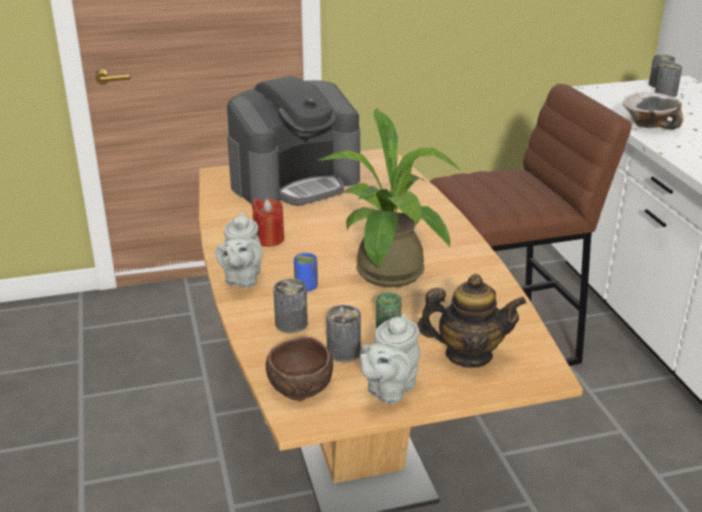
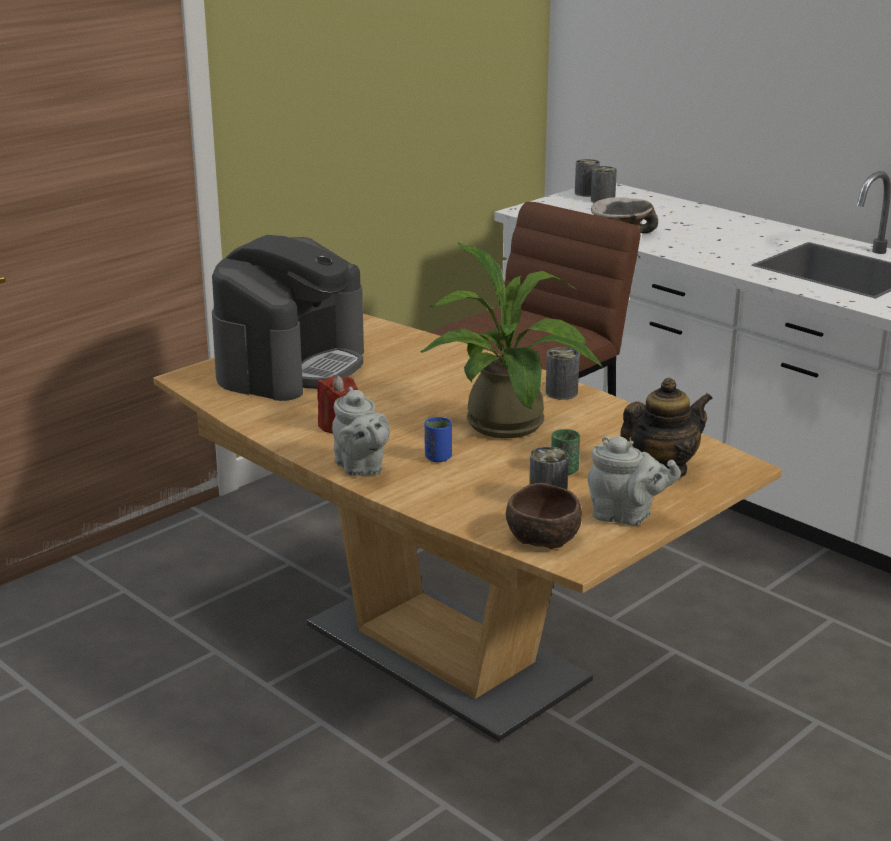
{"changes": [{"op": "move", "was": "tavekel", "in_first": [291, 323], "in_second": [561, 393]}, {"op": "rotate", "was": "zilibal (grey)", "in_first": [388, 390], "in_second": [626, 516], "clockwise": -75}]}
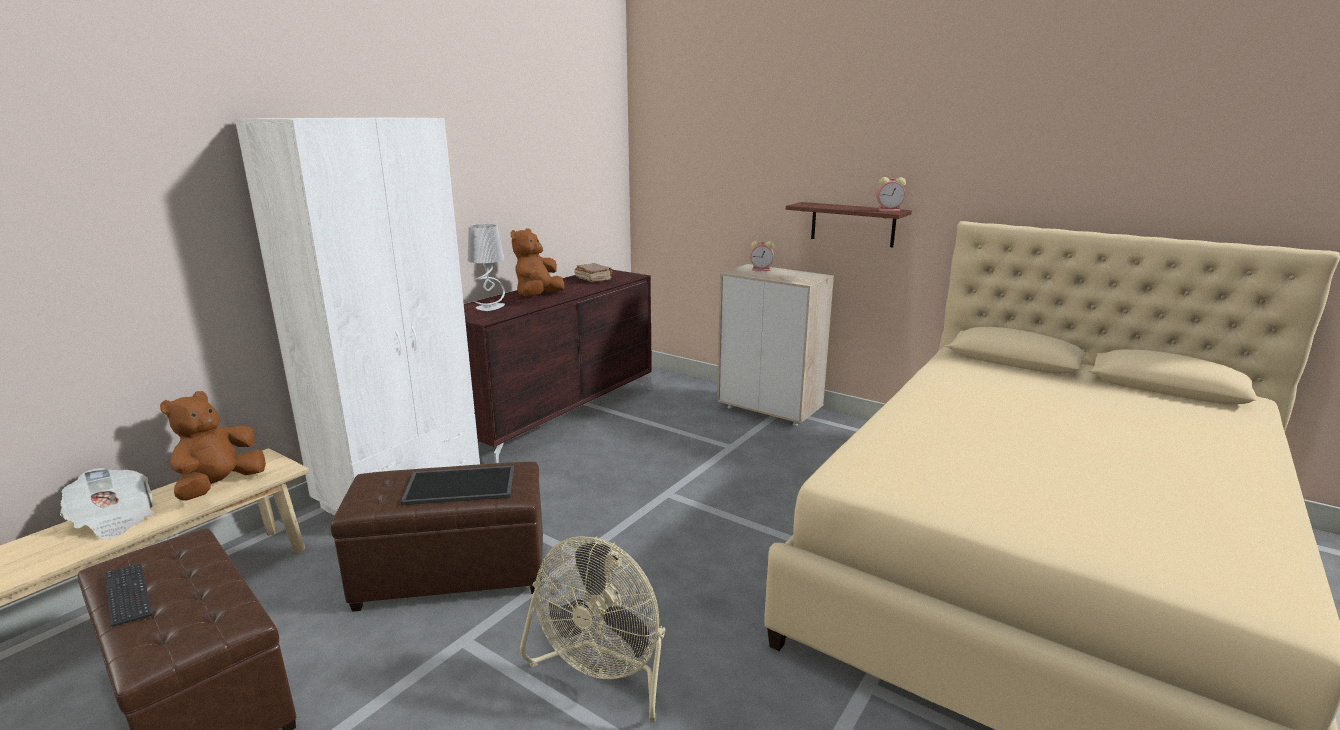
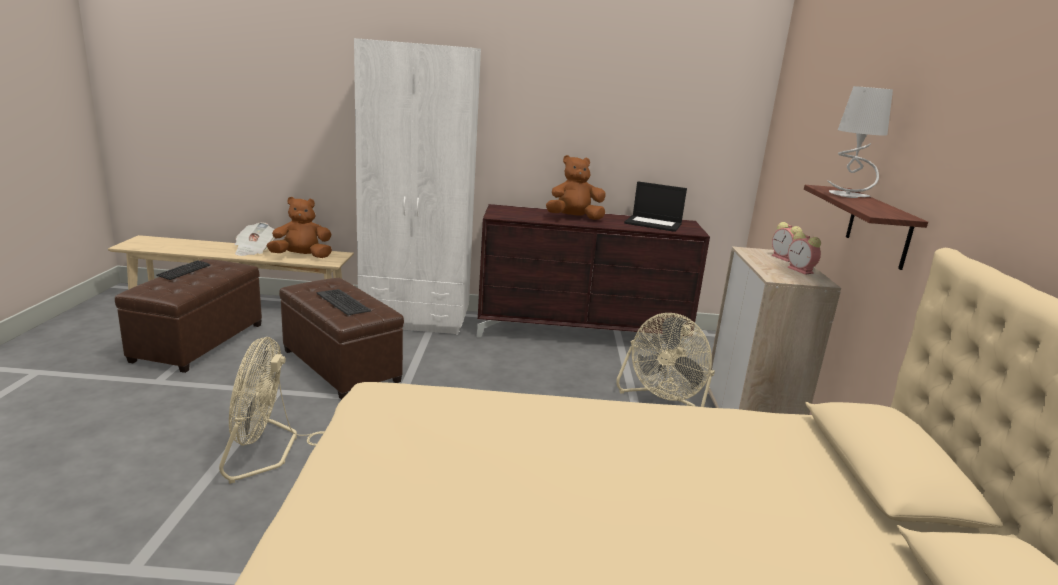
{"changes": [{"op": "replace", "was": "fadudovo", "now": "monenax", "in_first": [461, 485], "in_second": [343, 302]}, {"op": "move", "was": "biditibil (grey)", "in_first": [491, 308], "in_second": [848, 195]}, {"op": "replace", "was": "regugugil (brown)", "now": "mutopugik", "in_first": [593, 279], "in_second": [654, 223]}, {"op": "move", "was": "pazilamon", "in_first": [890, 210], "in_second": [801, 270]}, {"op": "insert", "now": "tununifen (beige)", "in_second": [664, 402]}]}
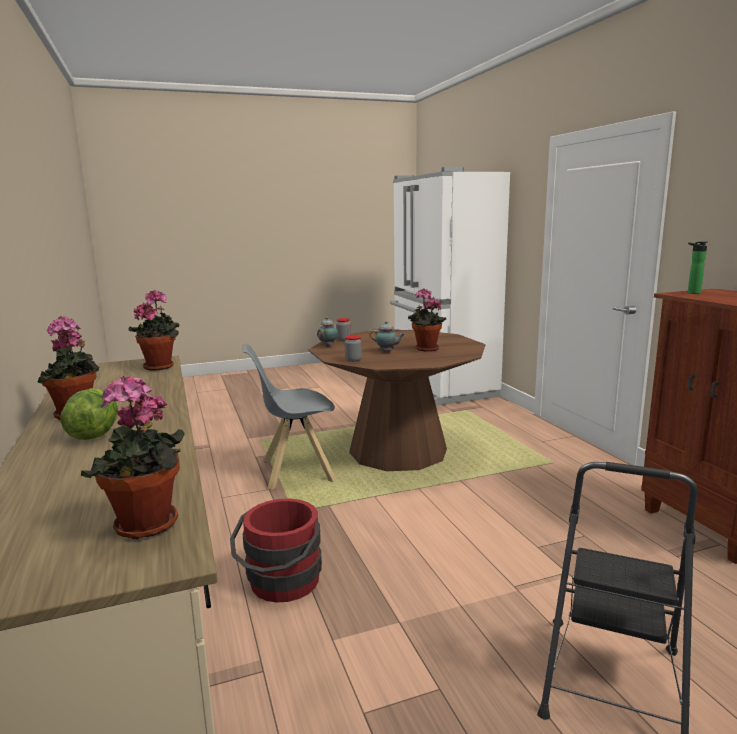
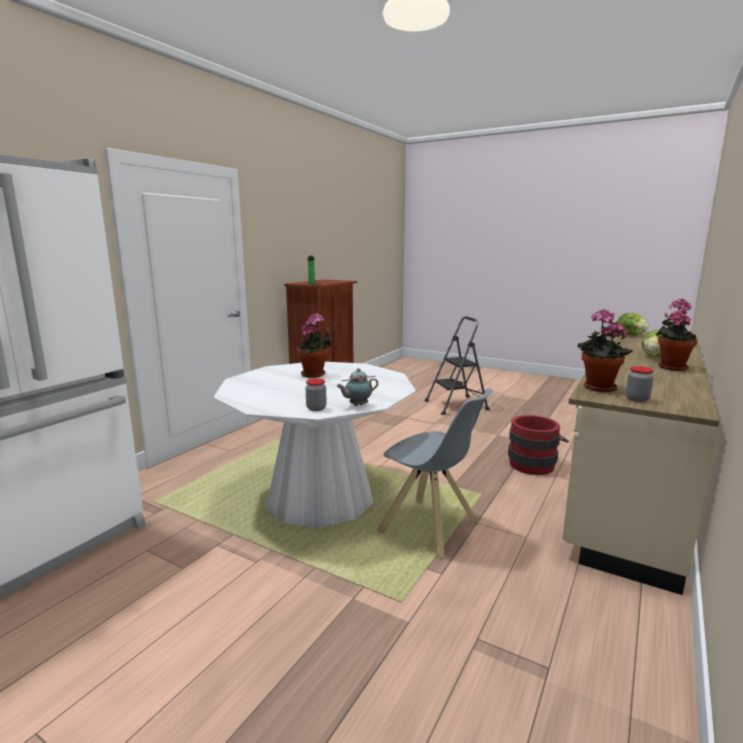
{"changes": [{"op": "replace", "was": "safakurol", "now": "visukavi", "in_first": [146, 527], "in_second": [630, 335]}, {"op": "recolor", "was": "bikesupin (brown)", "now": "bikesupin (white)", "in_first": [398, 451], "in_second": [320, 498]}, {"op": "move", "was": "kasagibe", "in_first": [353, 360], "in_second": [637, 399]}, {"op": "delete", "was": "zilibal", "in_first": [387, 352]}]}
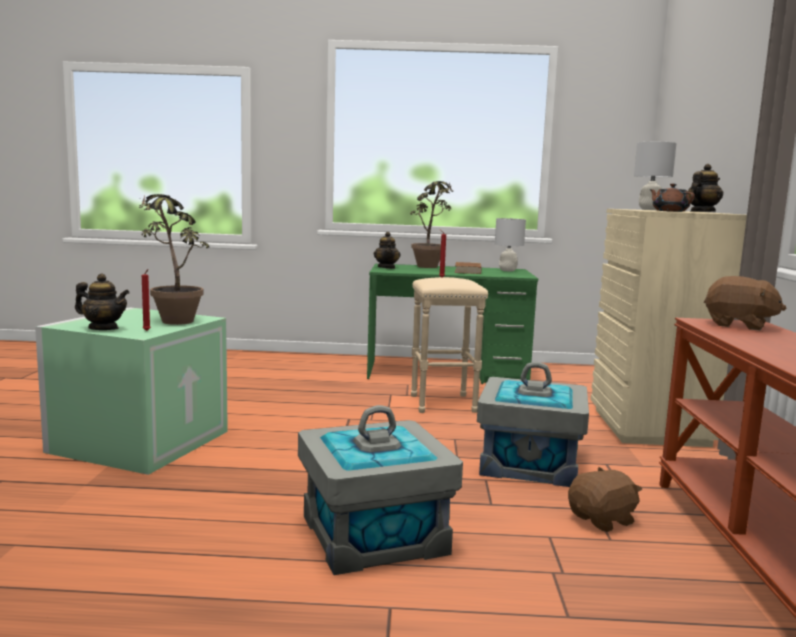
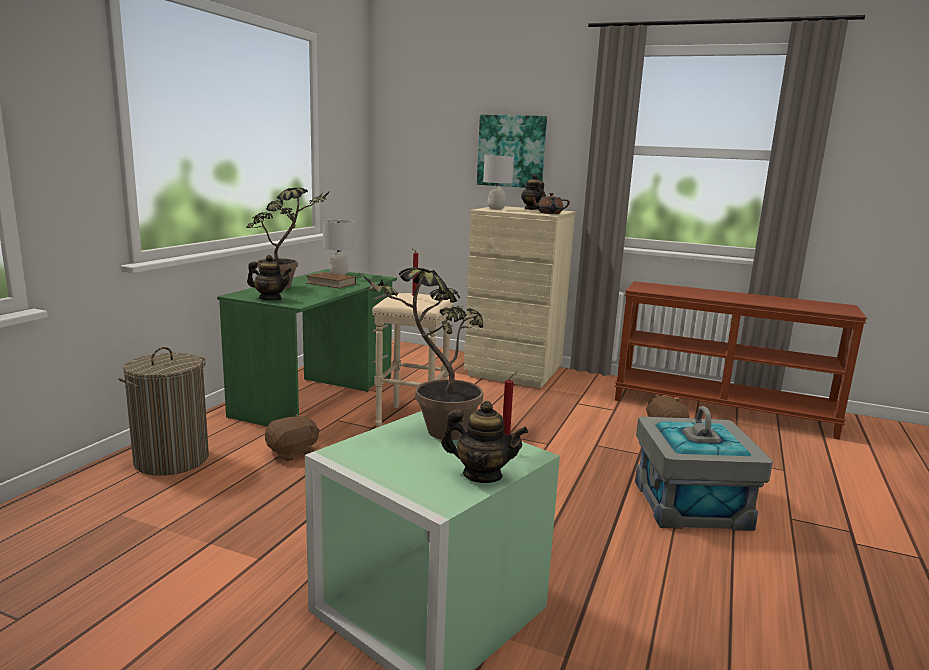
{"changes": [{"op": "rotate", "was": "zilibal", "in_first": [103, 328], "in_second": [482, 475], "clockwise": 75}, {"op": "delete", "was": "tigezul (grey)", "in_first": [529, 463]}, {"op": "move", "was": "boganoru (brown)", "in_first": [739, 325], "in_second": [293, 452]}, {"op": "insert", "now": "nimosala", "in_second": [172, 459]}, {"op": "insert", "now": "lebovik", "in_second": [511, 151]}]}
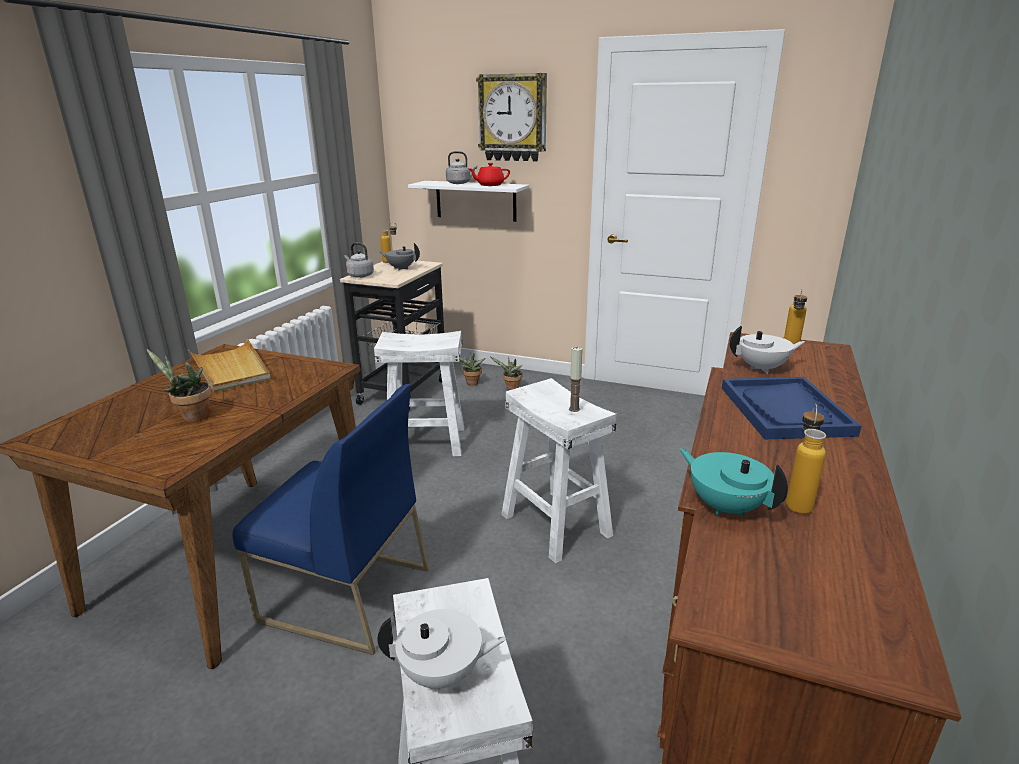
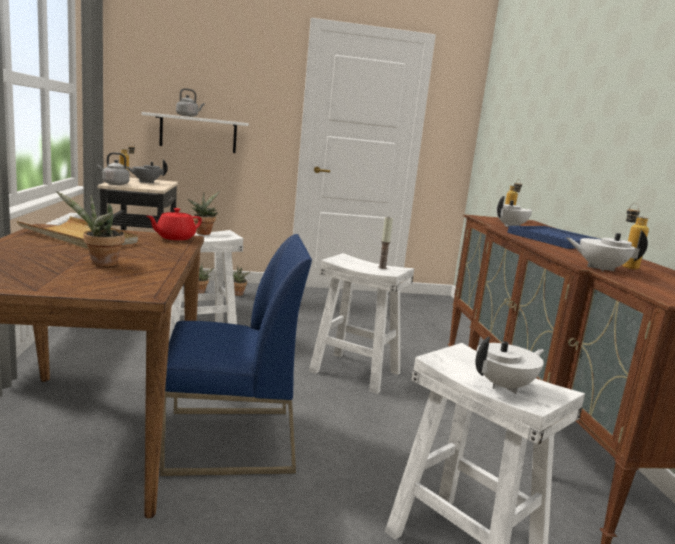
{"changes": [{"op": "move", "was": "zilibal (red)", "in_first": [490, 185], "in_second": [174, 238]}, {"op": "delete", "was": "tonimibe", "in_first": [513, 118]}, {"op": "recolor", "was": "zilibal (turquoise)", "now": "zilibal (white)", "in_first": [725, 506], "in_second": [600, 268]}, {"op": "insert", "now": "safakurol", "in_second": [203, 233]}]}
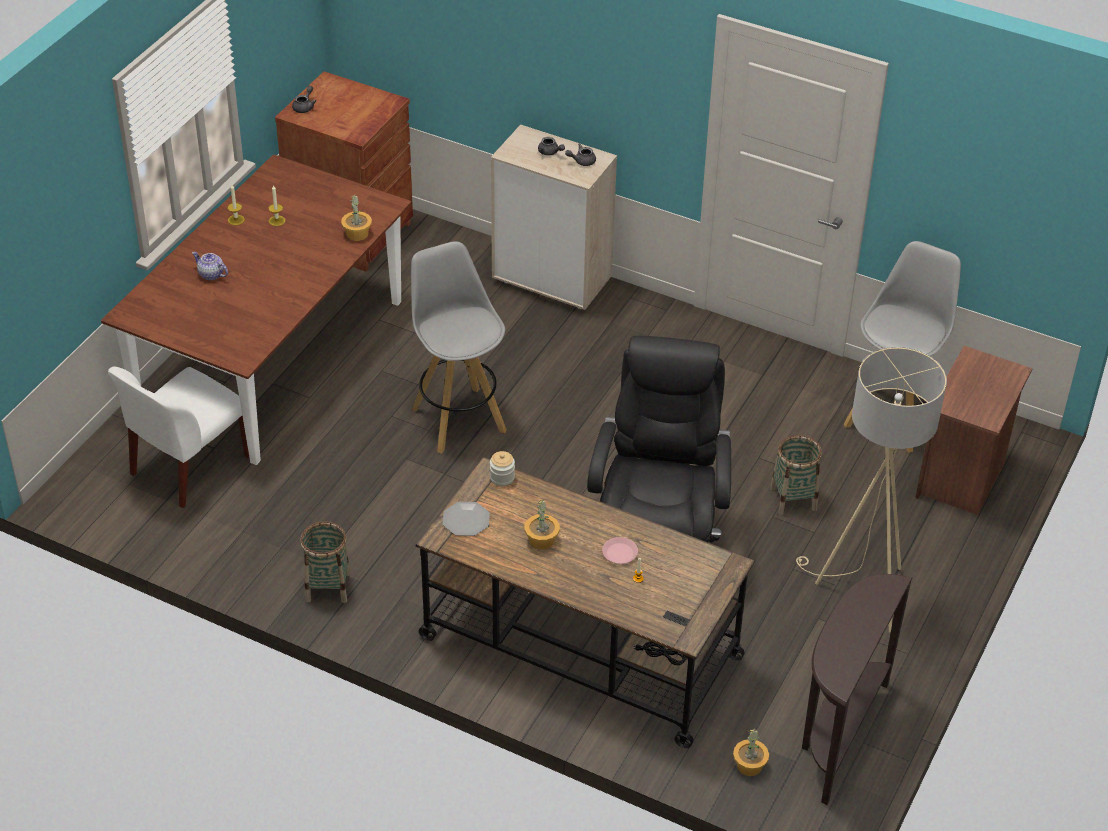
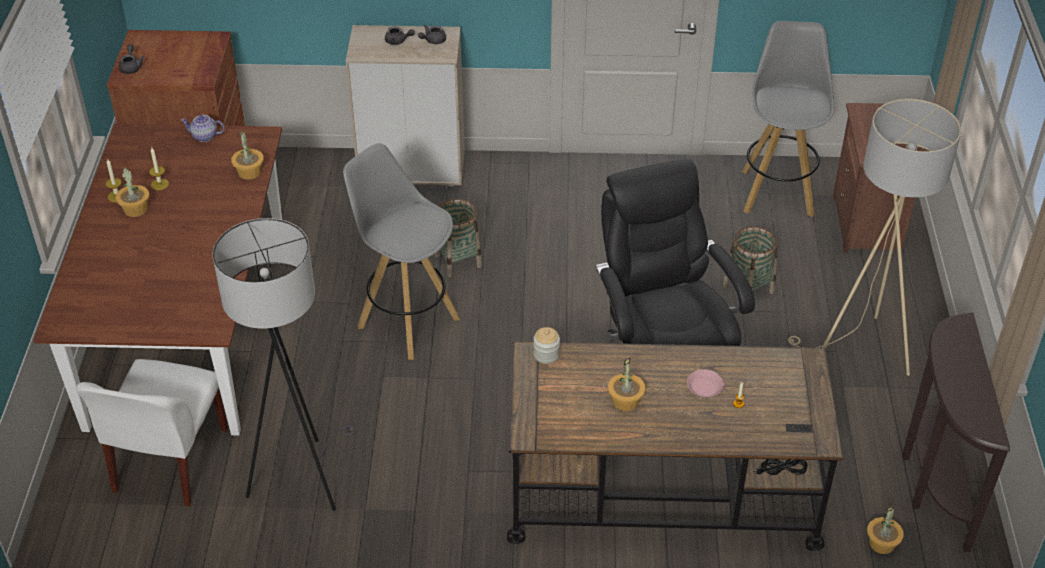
{"changes": [{"op": "move", "was": "zilibal", "in_first": [211, 274], "in_second": [204, 136]}, {"op": "move", "was": "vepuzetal", "in_first": [328, 587], "in_second": [458, 261]}, {"op": "delete", "was": "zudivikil", "in_first": [466, 520]}, {"op": "insert", "now": "safakurol", "in_second": [135, 209]}, {"op": "insert", "now": "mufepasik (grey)", "in_second": [301, 475]}]}
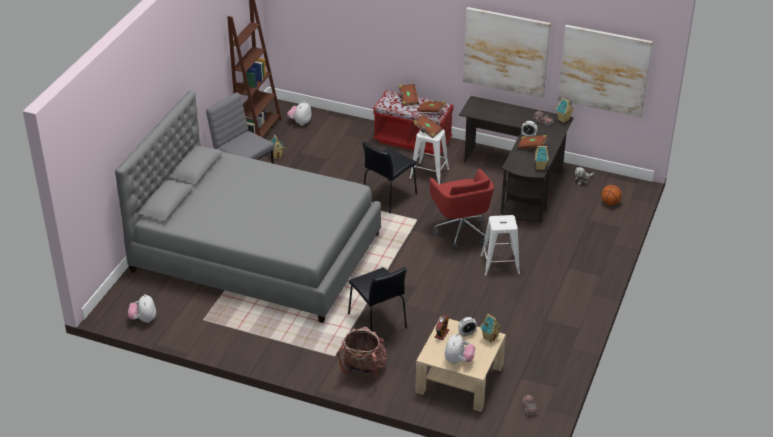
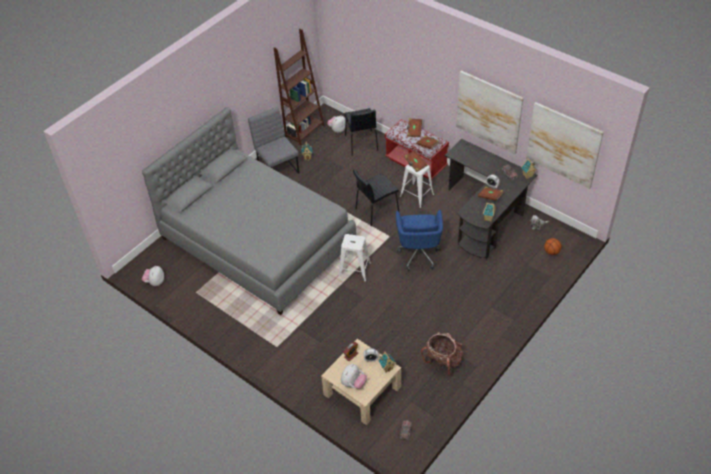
{"changes": [{"op": "move", "was": "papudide", "in_first": [363, 369], "in_second": [443, 361]}, {"op": "move", "was": "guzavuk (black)", "in_first": [378, 322], "in_second": [362, 144]}, {"op": "recolor", "was": "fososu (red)", "now": "fososu (blue)", "in_first": [460, 232], "in_second": [418, 254]}, {"op": "move", "was": "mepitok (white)", "in_first": [499, 264], "in_second": [354, 270]}]}
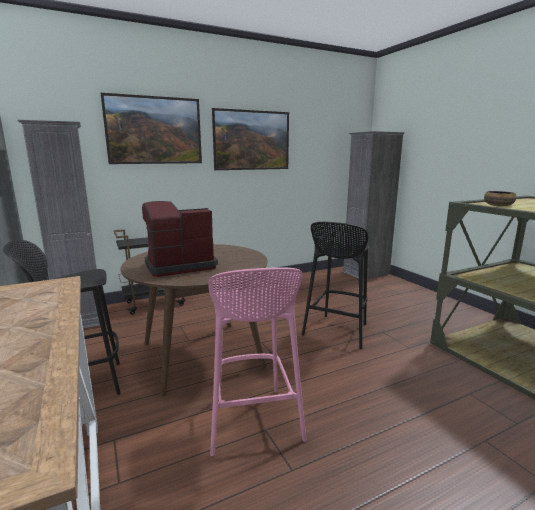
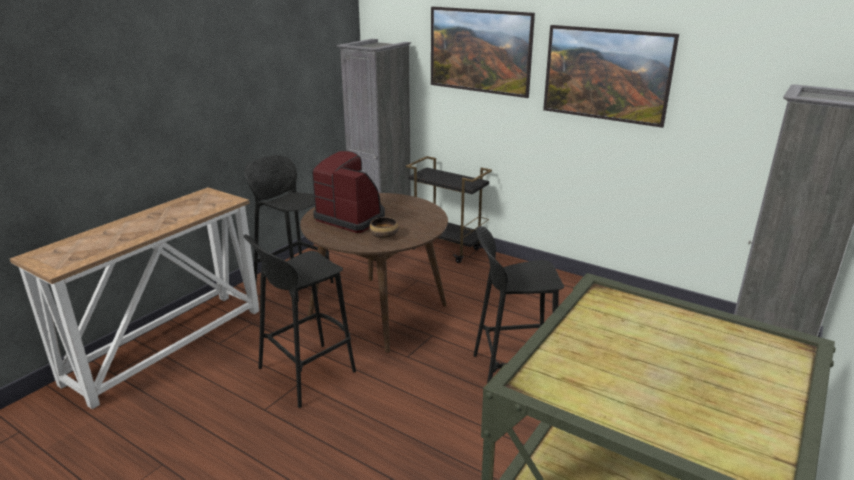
{"changes": [{"op": "recolor", "was": "mepitok (pink)", "now": "mepitok (black)", "in_first": [253, 421], "in_second": [307, 373]}, {"op": "move", "was": "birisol", "in_first": [498, 206], "in_second": [384, 235]}]}
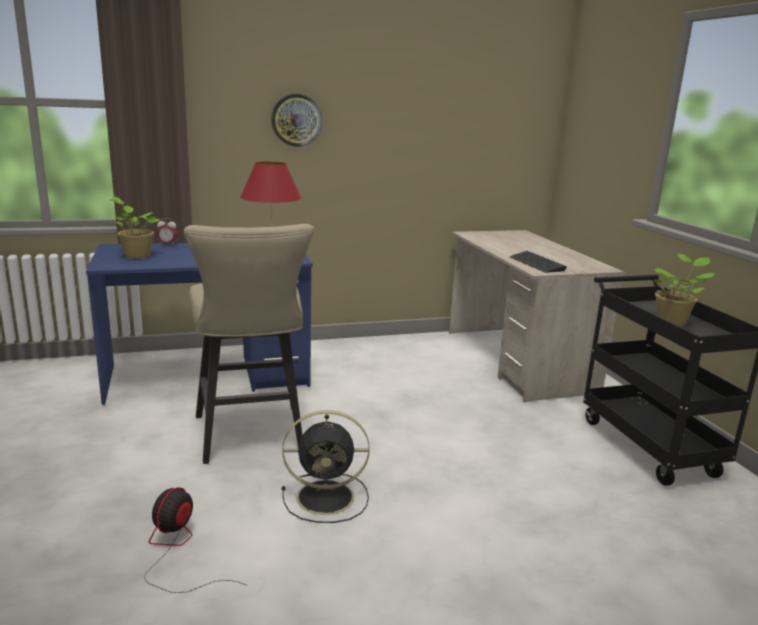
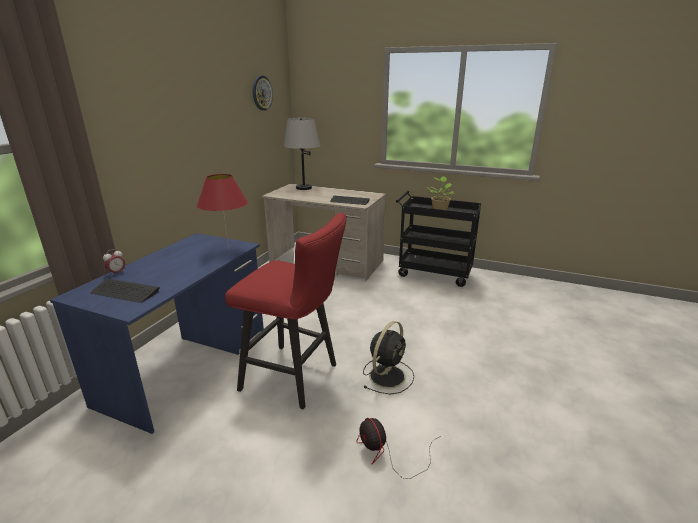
{"changes": [{"op": "replace", "was": "safakurol", "now": "monenax", "in_first": [136, 255], "in_second": [125, 292]}, {"op": "recolor", "was": "mepitok (beige)", "now": "mepitok (red)", "in_first": [251, 438], "in_second": [295, 378]}, {"op": "move", "was": "tonimibe", "in_first": [296, 120], "in_second": [261, 93]}, {"op": "insert", "now": "biditibil (grey)", "in_second": [303, 188]}]}
